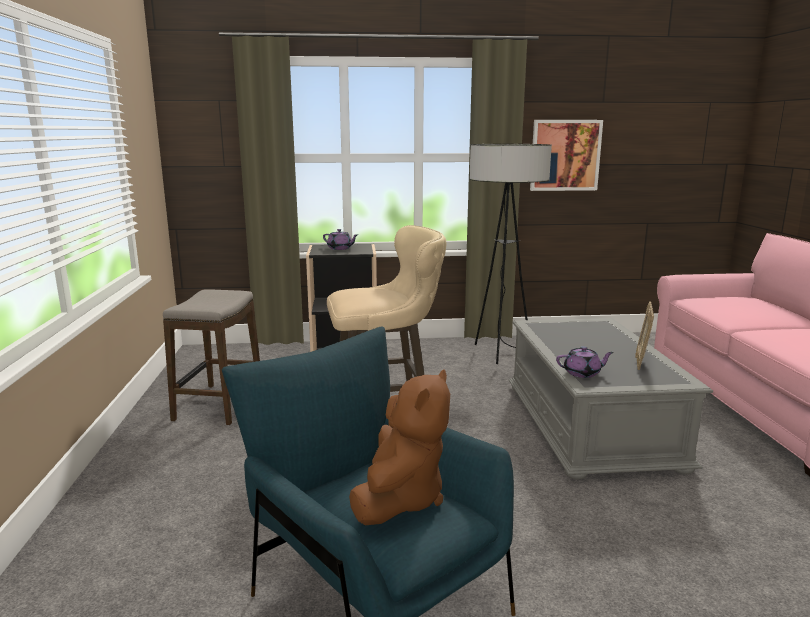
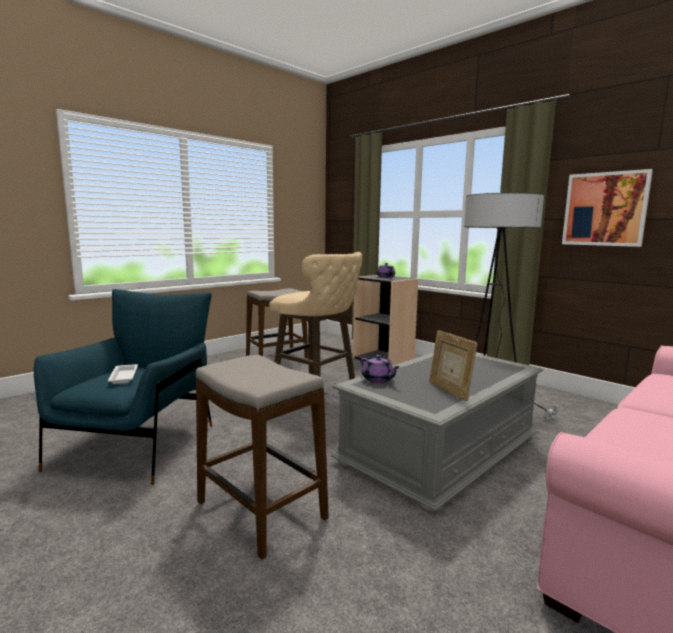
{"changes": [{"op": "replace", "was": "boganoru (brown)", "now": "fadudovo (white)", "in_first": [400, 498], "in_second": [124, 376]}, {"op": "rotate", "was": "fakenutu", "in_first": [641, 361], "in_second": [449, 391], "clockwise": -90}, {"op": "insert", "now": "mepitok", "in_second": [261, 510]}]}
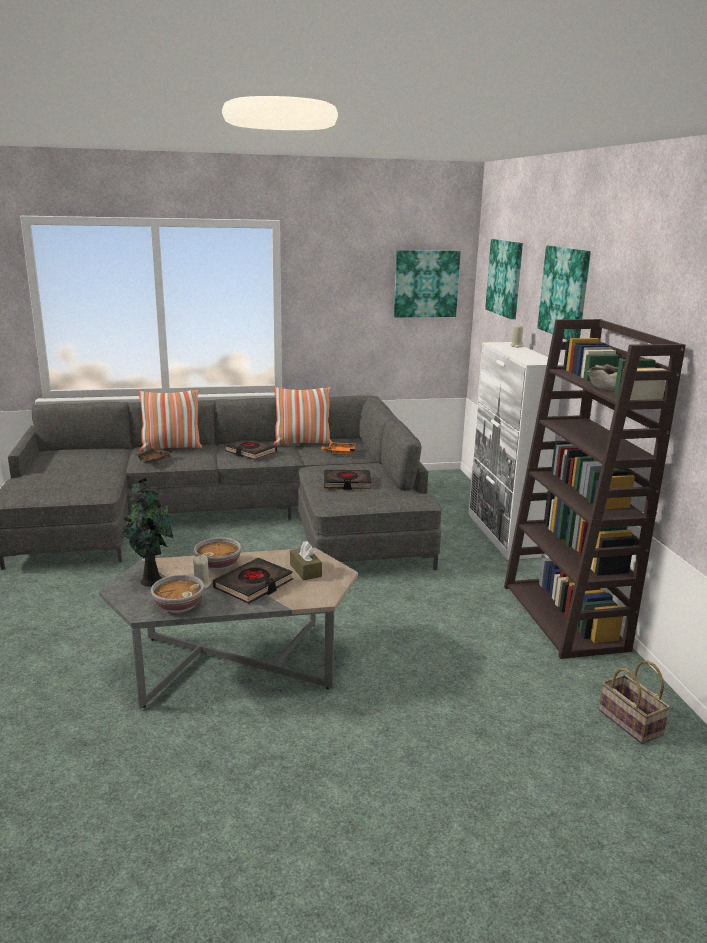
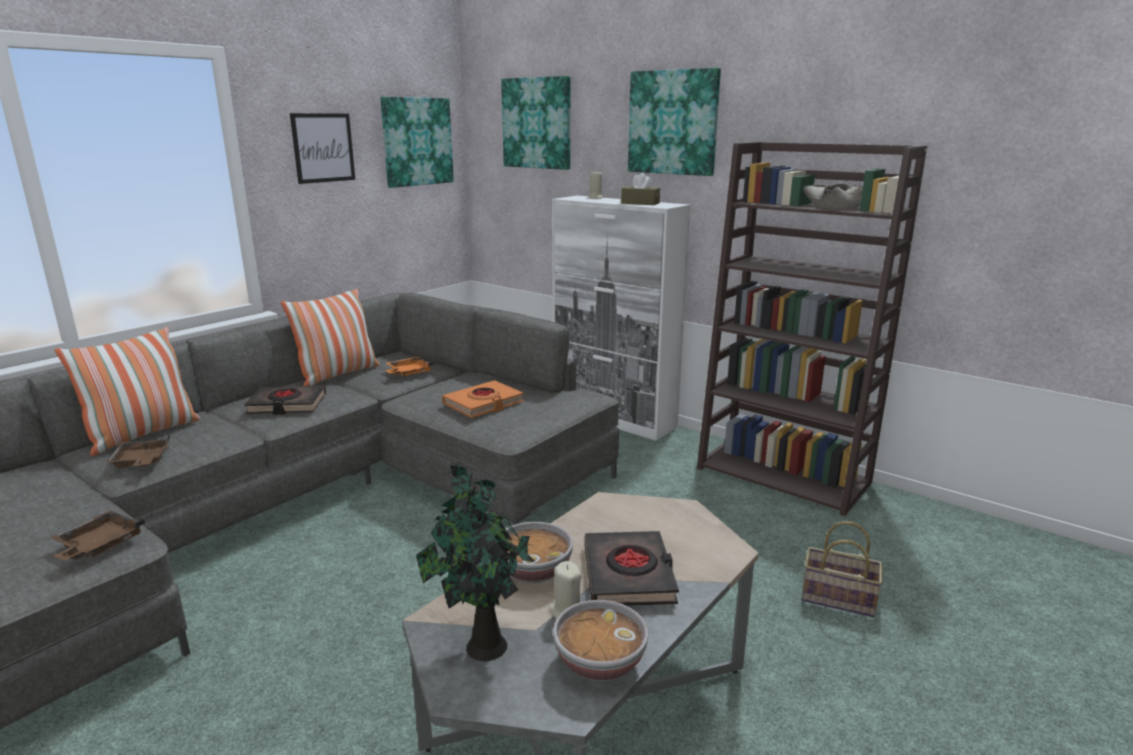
{"changes": [{"op": "move", "was": "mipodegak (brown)", "in_first": [305, 570], "in_second": [640, 203]}, {"op": "recolor", "was": "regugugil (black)", "now": "regugugil (orange)", "in_first": [347, 483], "in_second": [483, 404]}, {"op": "move", "was": "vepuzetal", "in_first": [628, 722], "in_second": [836, 599]}, {"op": "insert", "now": "fadudovo (brown)", "in_second": [98, 545]}, {"op": "insert", "now": "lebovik", "in_second": [323, 148]}]}
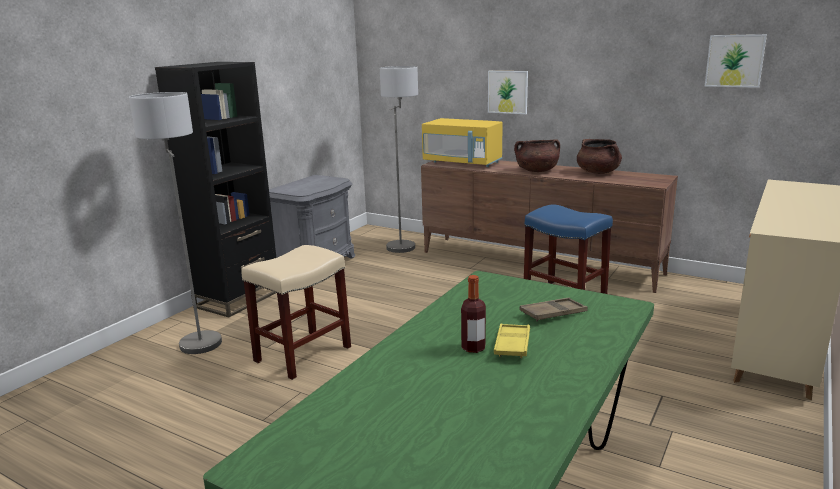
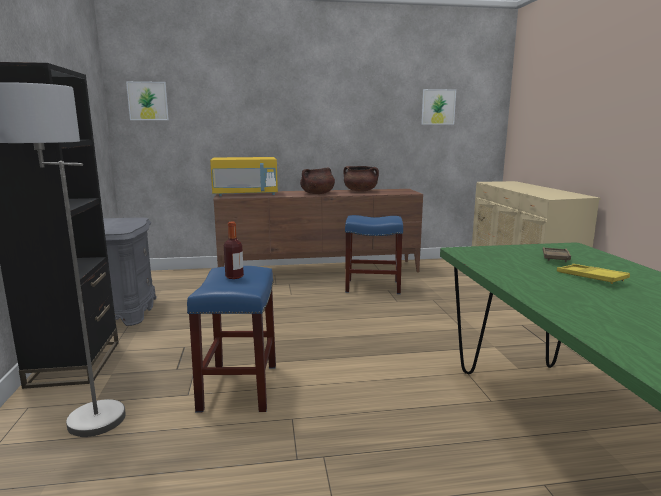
{"changes": [{"op": "recolor", "was": "mepitok (beige)", "now": "mepitok (blue)", "in_first": [303, 354], "in_second": [238, 386]}, {"op": "delete", "was": "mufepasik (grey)", "in_first": [403, 245]}, {"op": "move", "was": "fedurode", "in_first": [473, 348], "in_second": [234, 277]}, {"op": "move", "was": "lebovik", "in_first": [507, 92], "in_second": [148, 101]}]}
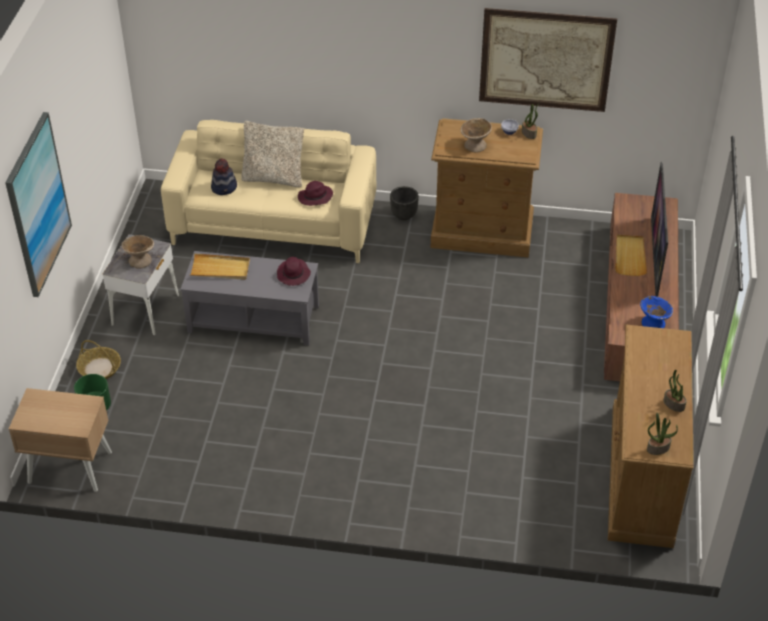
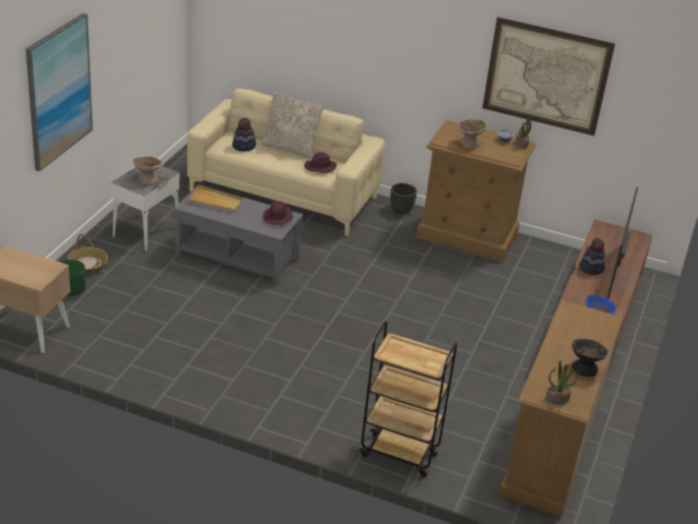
{"changes": [{"op": "replace", "was": "fadudovo (beige)", "now": "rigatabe", "in_first": [629, 256], "in_second": [592, 268]}, {"op": "replace", "was": "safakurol", "now": "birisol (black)", "in_first": [673, 404], "in_second": [584, 368]}, {"op": "insert", "now": "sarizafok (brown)", "in_second": [397, 456]}]}
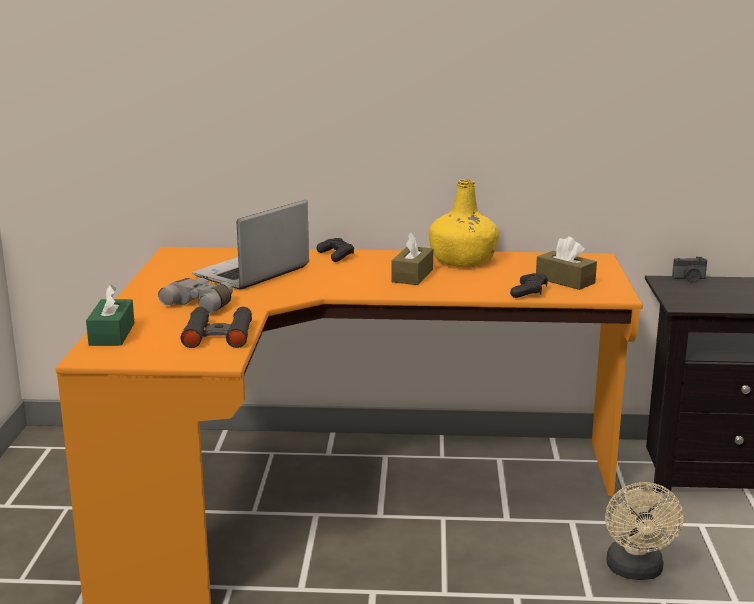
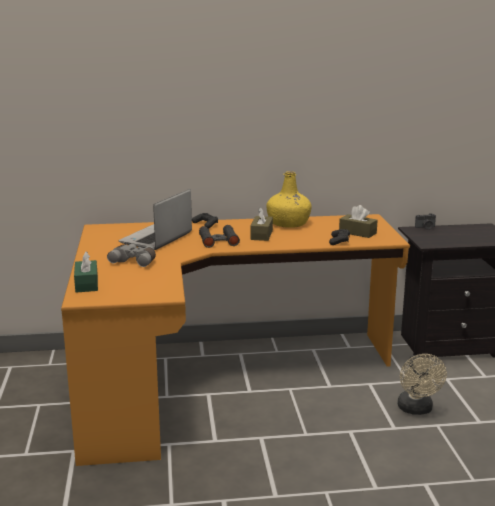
{"changes": [{"op": "move", "was": "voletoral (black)", "in_first": [218, 335], "in_second": [218, 241]}]}
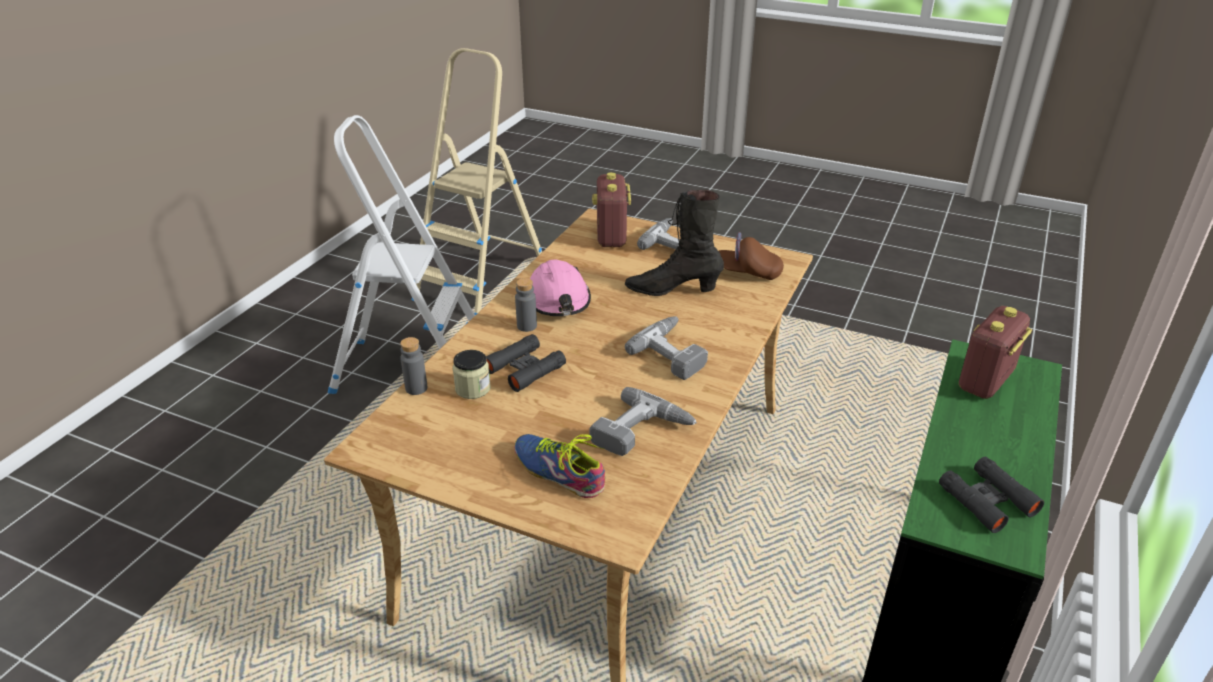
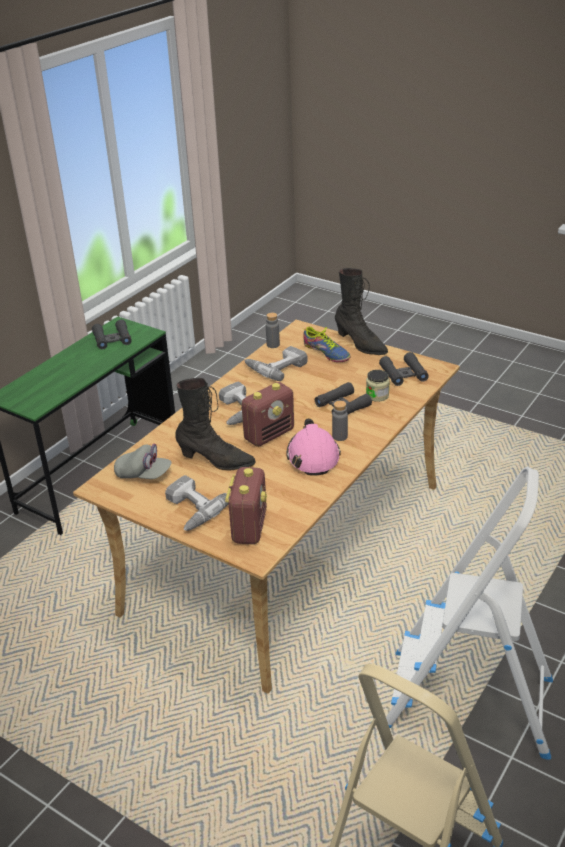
{"changes": [{"op": "move", "was": "fedurode (grey)", "in_first": [416, 388], "in_second": [273, 345]}, {"op": "recolor", "was": "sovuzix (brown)", "now": "sovuzix (grey)", "in_first": [748, 272], "in_second": [143, 474]}, {"op": "move", "was": "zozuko", "in_first": [985, 381], "in_second": [269, 434]}, {"op": "insert", "now": "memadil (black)", "in_second": [360, 344]}, {"op": "insert", "now": "voletoral (black)", "in_second": [403, 374]}]}
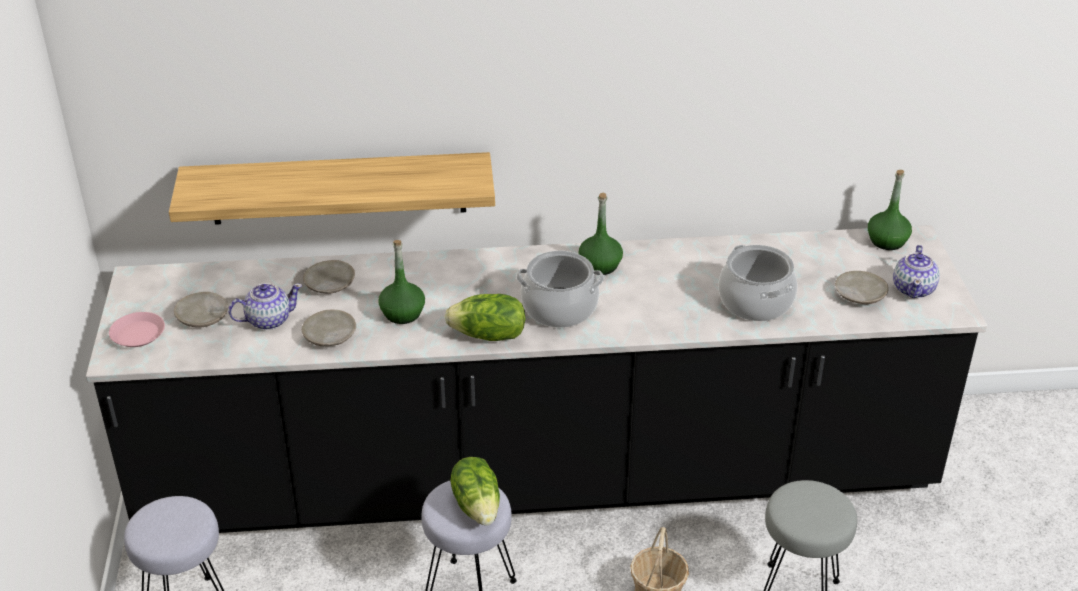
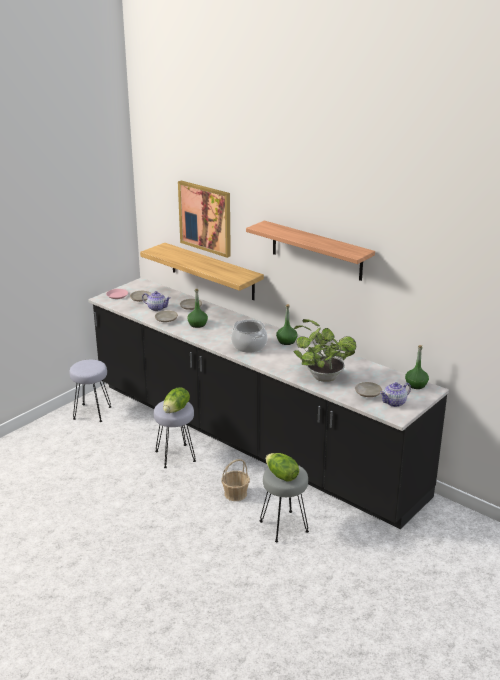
{"changes": [{"op": "move", "was": "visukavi", "in_first": [488, 336], "in_second": [281, 476]}, {"op": "replace", "was": "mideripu", "now": "safakurol", "in_first": [756, 302], "in_second": [322, 376]}, {"op": "insert", "now": "lebovik", "in_second": [205, 218]}, {"op": "insert", "now": "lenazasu", "in_second": [316, 250]}]}
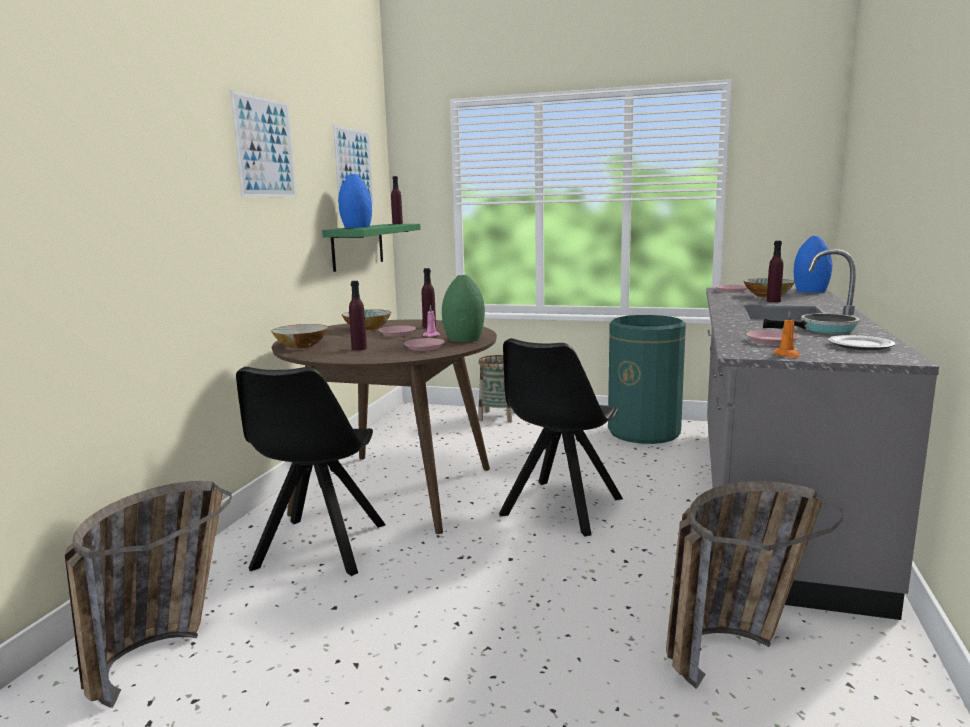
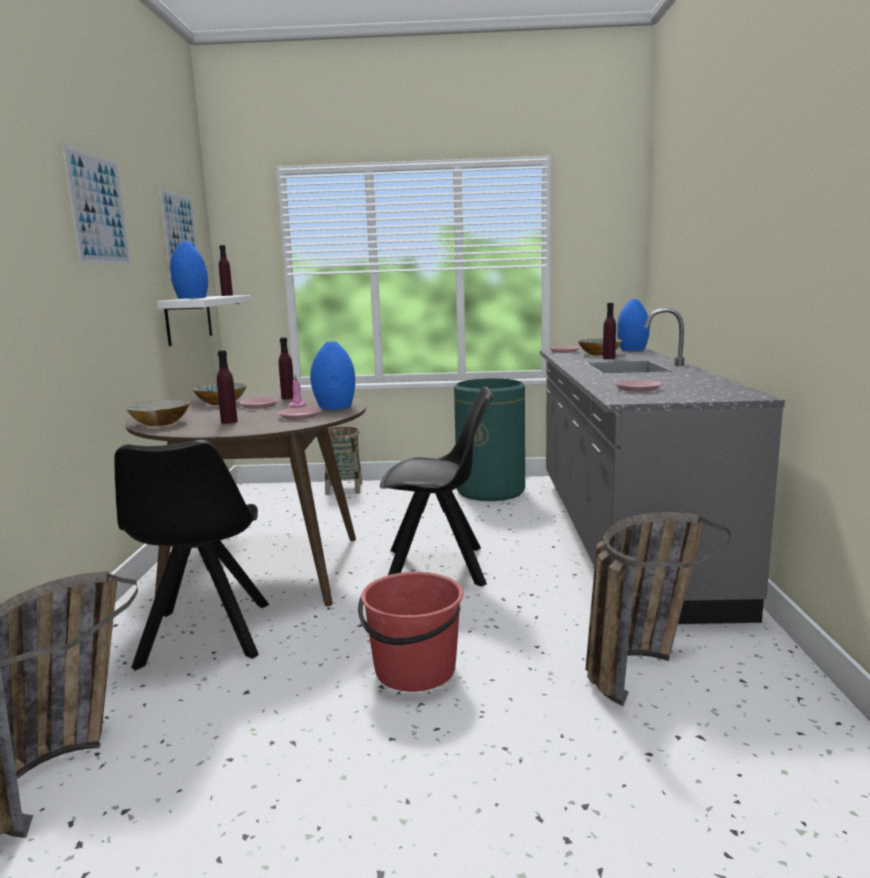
{"changes": [{"op": "recolor", "was": "lenazasu (green)", "now": "lenazasu (white)", "in_first": [358, 246], "in_second": [189, 319]}, {"op": "recolor", "was": "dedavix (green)", "now": "dedavix (blue)", "in_first": [464, 340], "in_second": [335, 407]}, {"op": "rotate", "was": "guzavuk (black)", "in_first": [560, 508], "in_second": [439, 567], "clockwise": -105}, {"op": "delete", "was": "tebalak", "in_first": [823, 329]}, {"op": "delete", "was": "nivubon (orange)", "in_first": [787, 355]}, {"op": "delete", "was": "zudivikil", "in_first": [860, 345]}, {"op": "insert", "now": "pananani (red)", "in_second": [414, 670]}]}
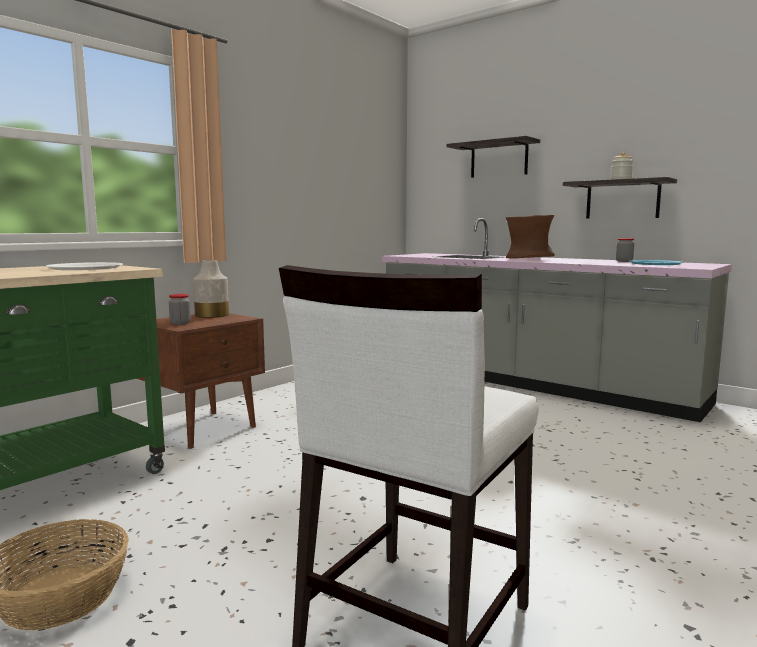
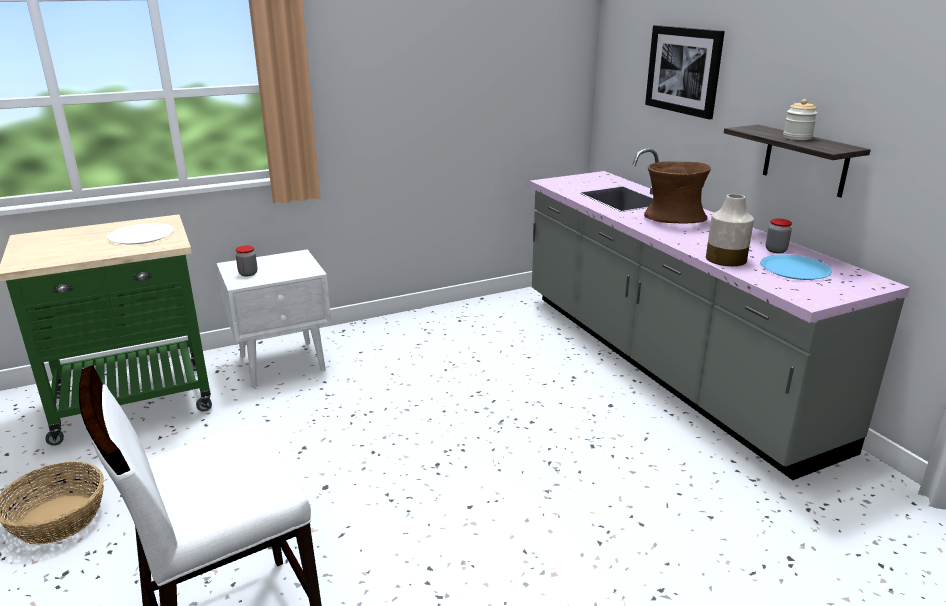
{"changes": [{"op": "recolor", "was": "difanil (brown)", "now": "difanil (white)", "in_first": [205, 429], "in_second": [284, 363]}, {"op": "move", "was": "dedavix (beige)", "in_first": [211, 315], "in_second": [725, 259]}, {"op": "replace", "was": "lenazasu", "now": "lebovik", "in_first": [499, 159], "in_second": [684, 70]}]}
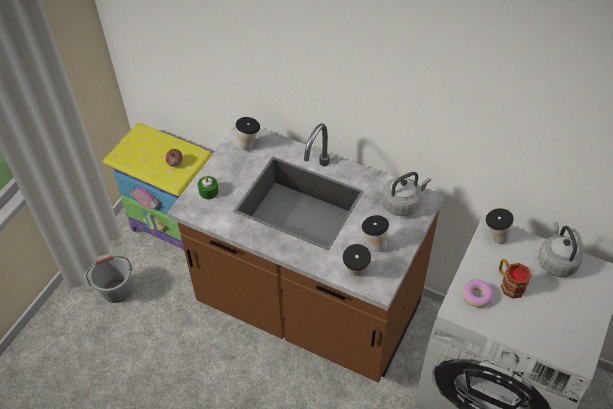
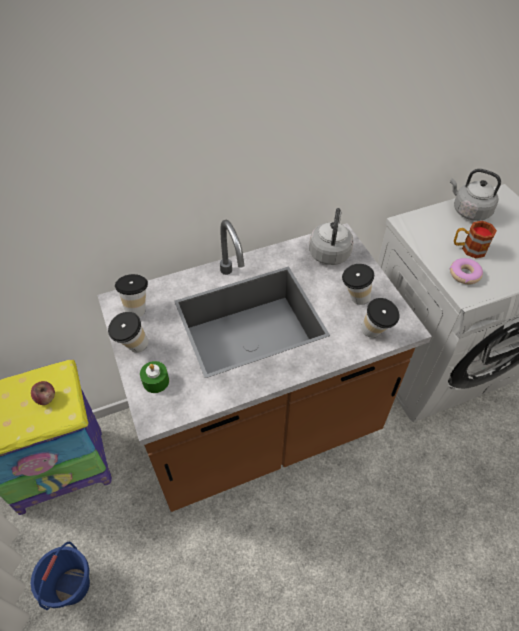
{"changes": [{"op": "recolor", "was": "pananani (grey)", "now": "pananani (blue)", "in_first": [116, 291], "in_second": [72, 585]}, {"op": "move", "was": "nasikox", "in_first": [495, 237], "in_second": [132, 348]}]}
